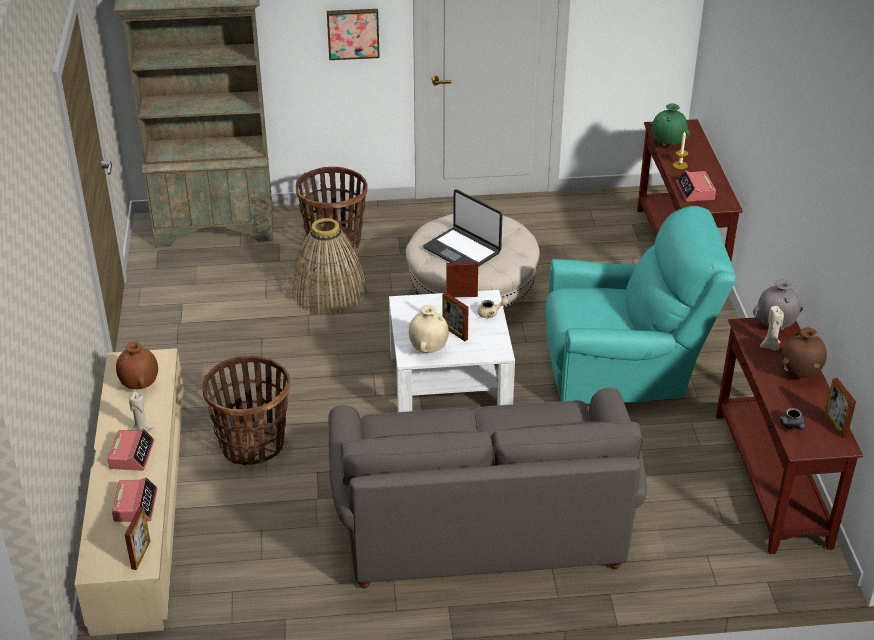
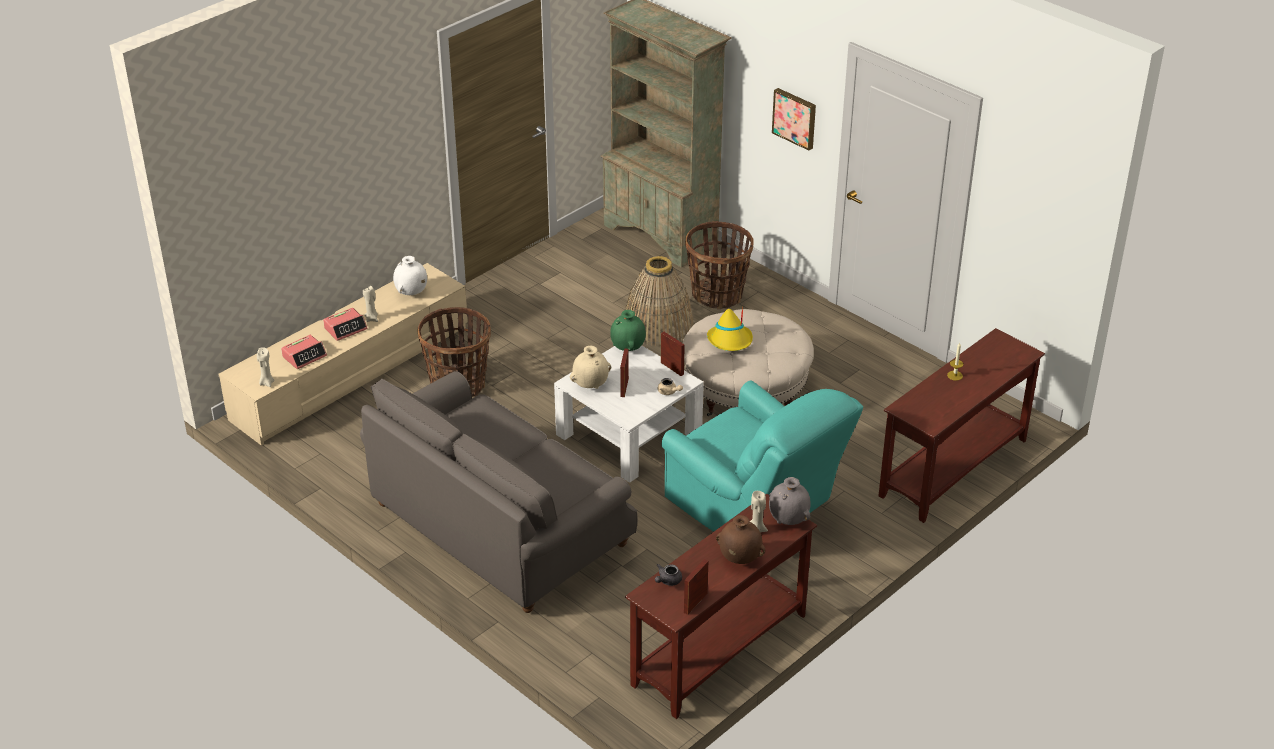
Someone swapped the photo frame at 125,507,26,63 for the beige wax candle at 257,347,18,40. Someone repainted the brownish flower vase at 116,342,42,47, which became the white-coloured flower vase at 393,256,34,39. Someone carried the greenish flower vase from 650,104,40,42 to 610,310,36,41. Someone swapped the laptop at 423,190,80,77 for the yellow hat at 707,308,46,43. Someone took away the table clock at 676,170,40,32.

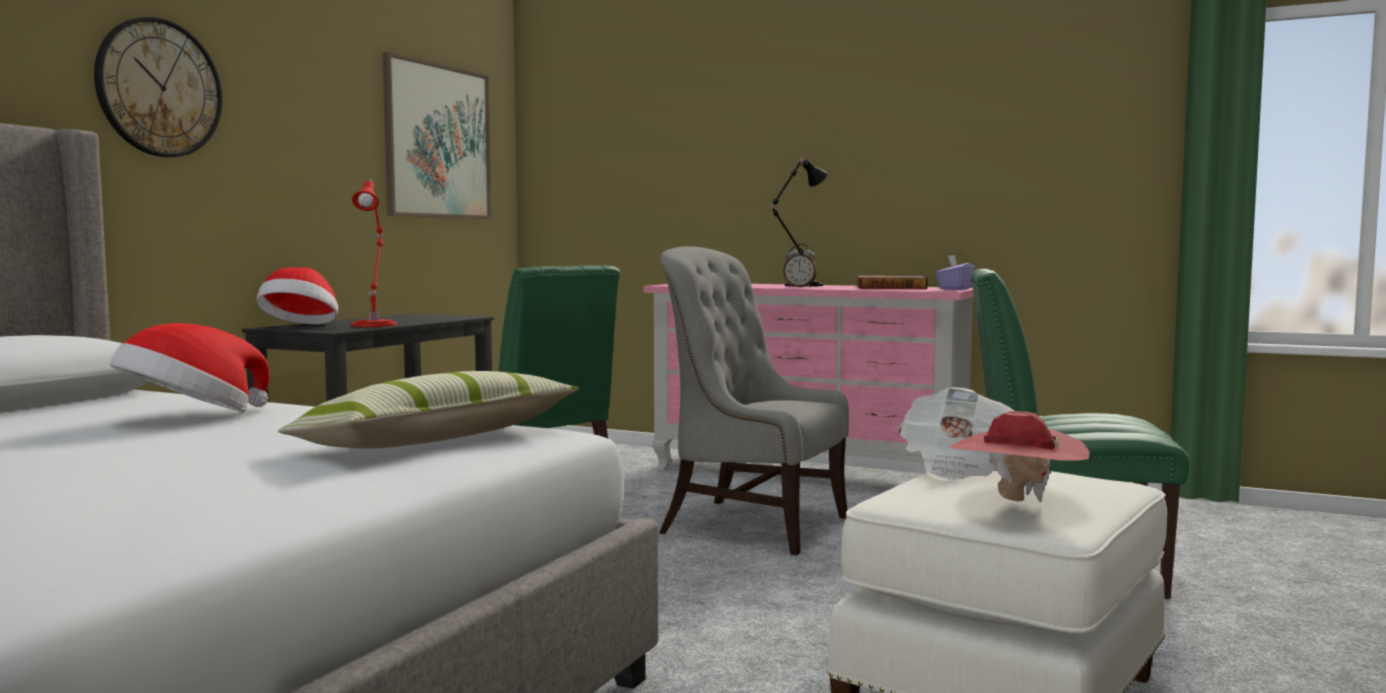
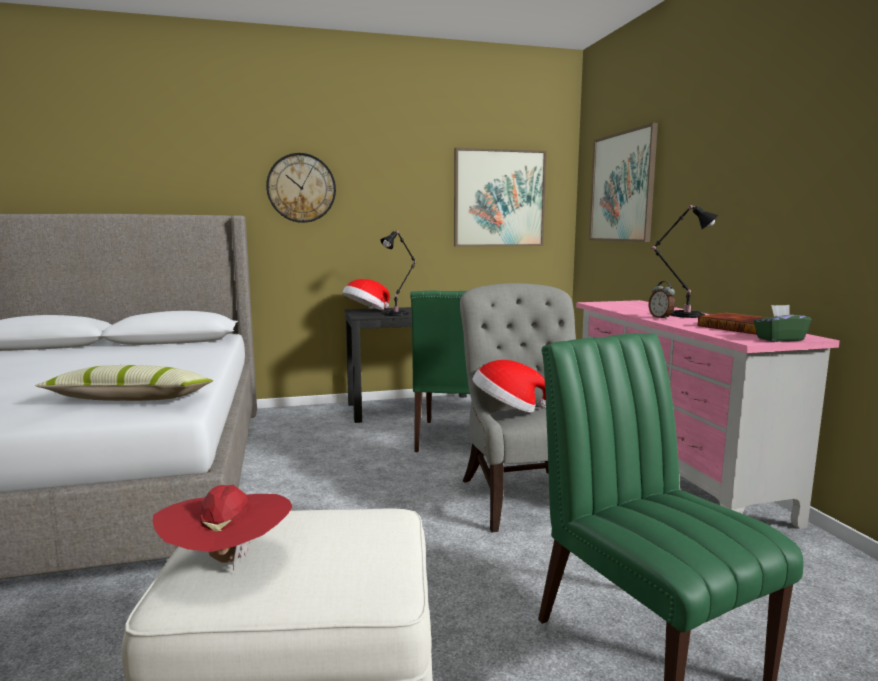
Someone repainted the red-coloured tabletop lamp at 351,180,46,147, which became the black-coloured tabletop lamp at 380,231,36,85. Someone carried the hat from 110,323,160,89 to 473,360,73,53. Someone put up the wall picture at 589,123,69,119. Someone repainted the purple-coloured tissue box at 936,255,38,35, which became the greenish tissue box at 754,305,58,37. Someone took away the daily paper at 898,387,116,94.

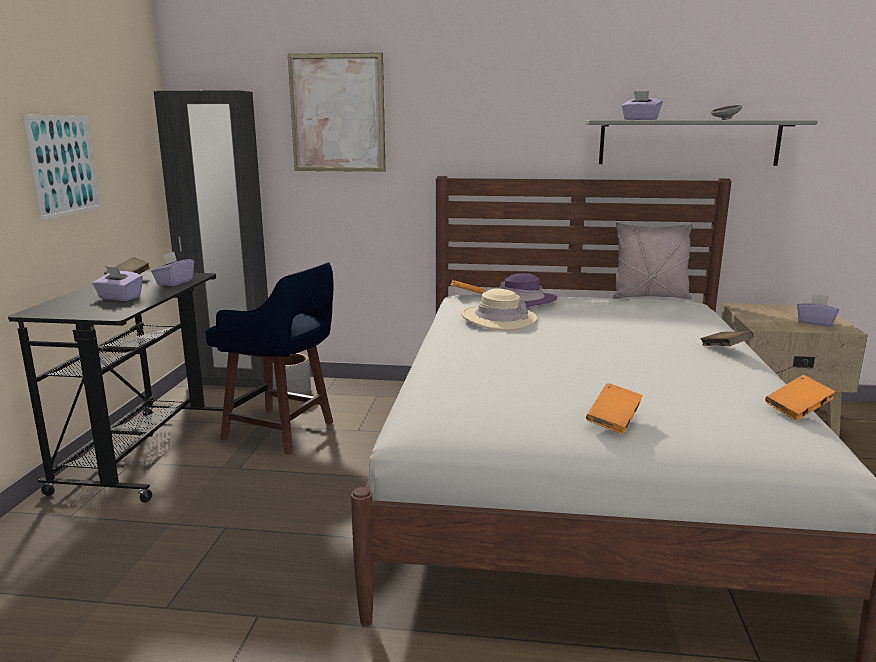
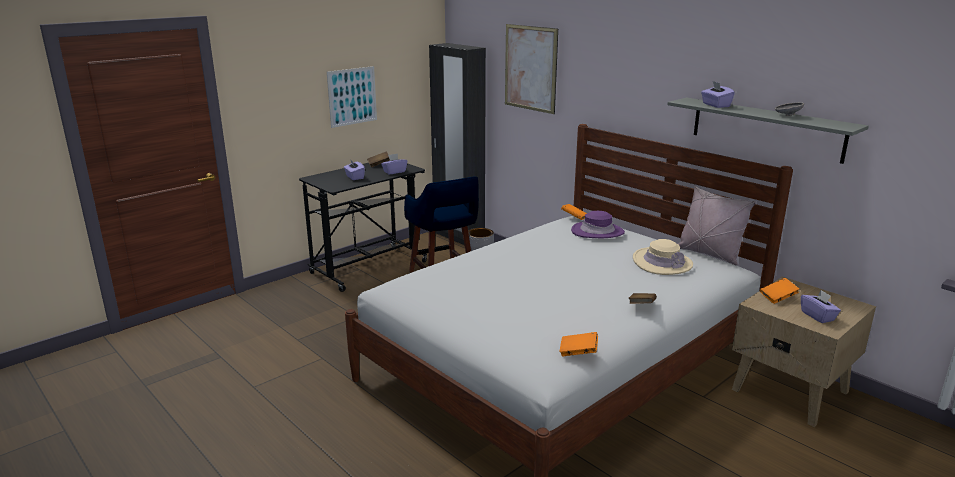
Someone carried the beige hat from 461,289,77,42 to 633,239,60,36. Someone carried the orangey volume from 586,383,57,51 to 760,278,39,26.

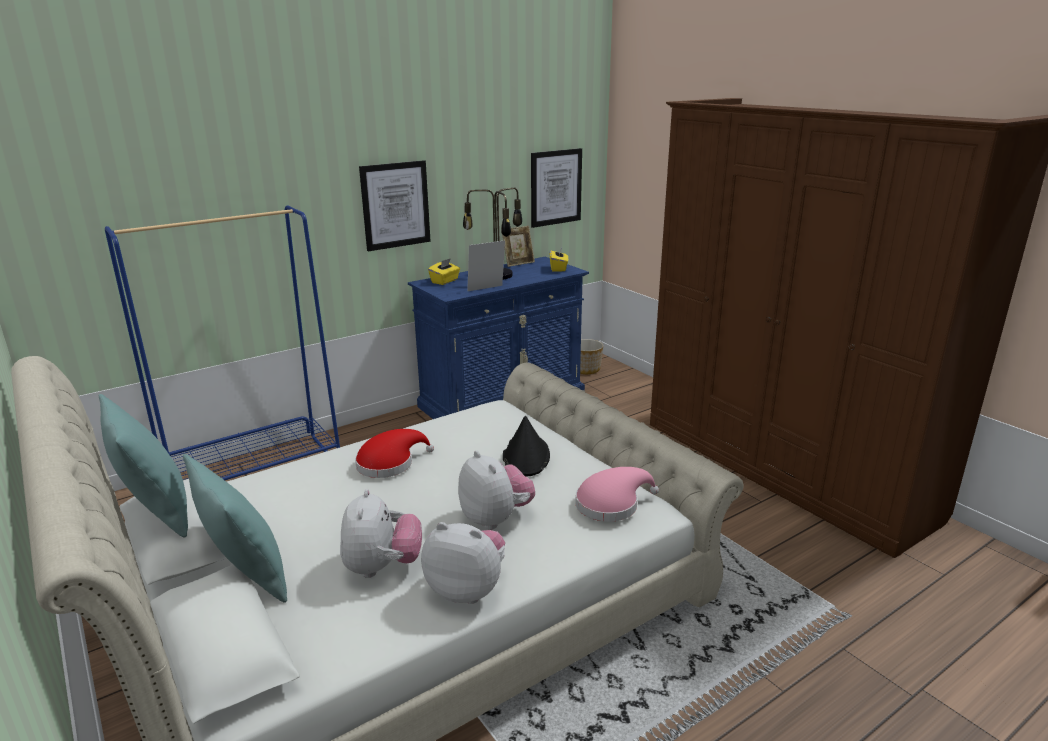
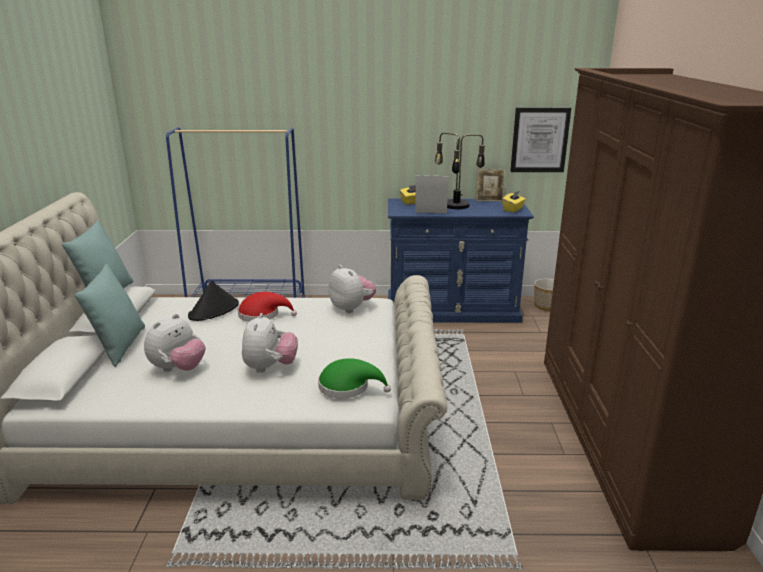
Someone carried the black-coloured hat from 503,416,47,60 to 188,280,51,41. Someone repainted the pink-coloured hat at 575,467,84,55, which became the greenish hat at 318,358,73,41. Someone carried the soft toy from 421,522,84,82 to 329,265,47,48. Someone took away the wall picture at 359,160,71,91.

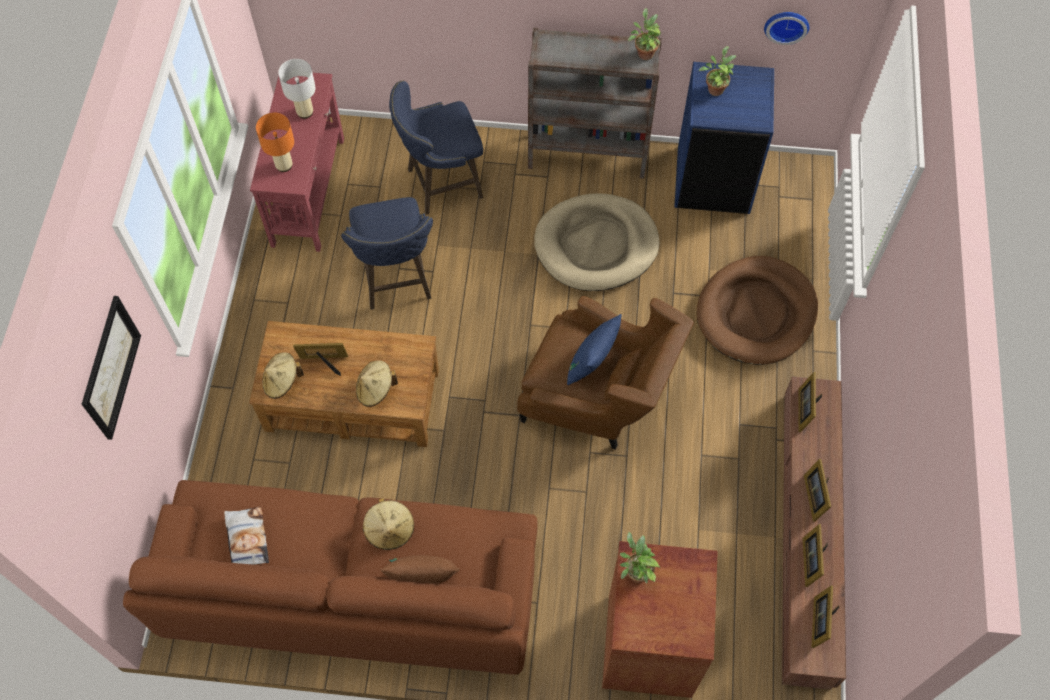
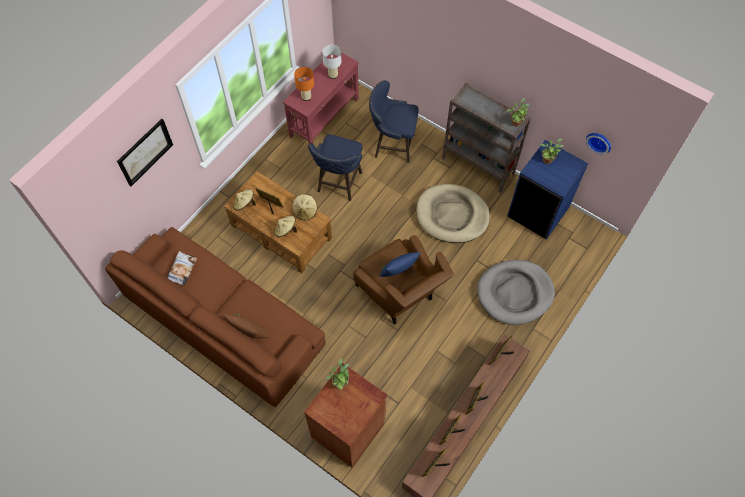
Someone carried the beige hat from 363,498,51,52 to 292,193,25,28. Someone repainted the brownish dog cushion at 697,256,121,109, which became the grey dog cushion at 477,260,78,65.

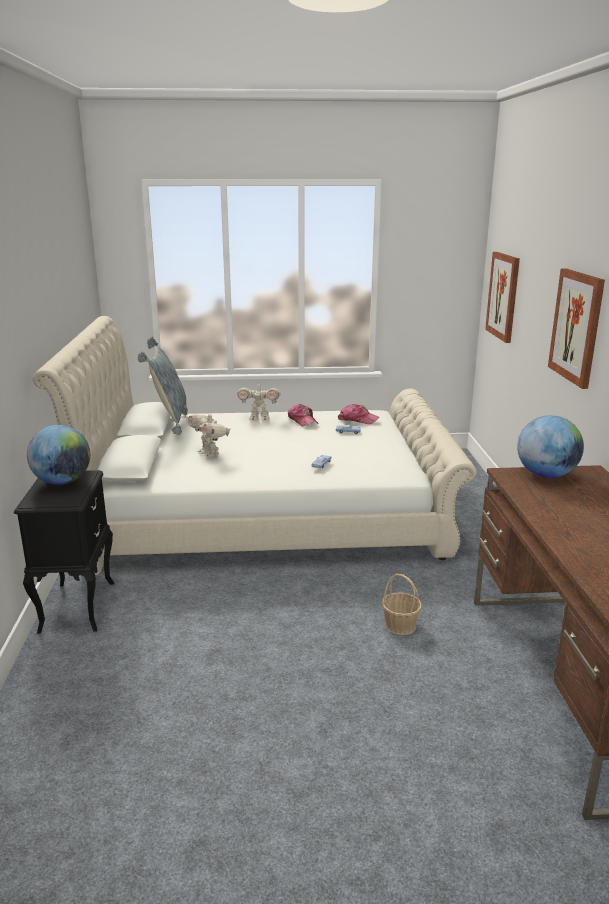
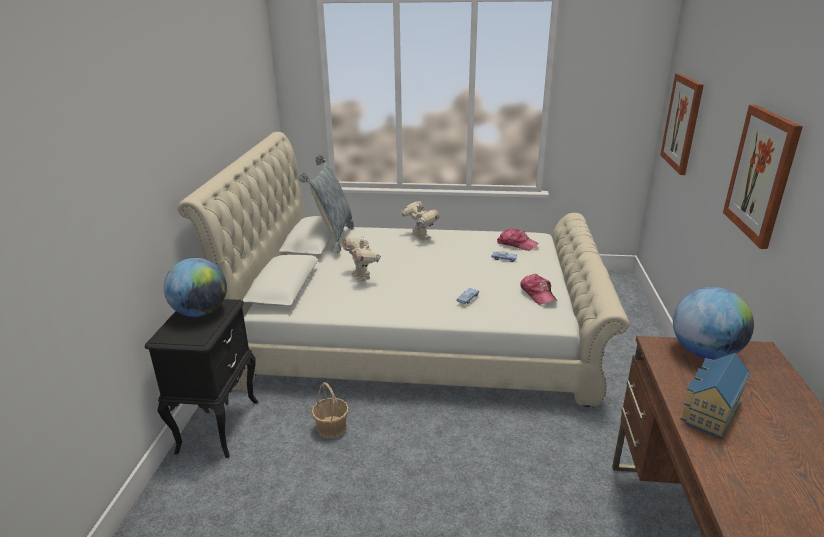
Someone carried the storage basket from 382,574,40,61 to 312,382,37,56. Someone rotated the model robot at 238,382,43,39 by 135 degrees counterclockwise. Someone carried the peaked cap from 288,404,30,22 to 520,274,37,31. Someone put down the miniature house at 680,353,70,86.

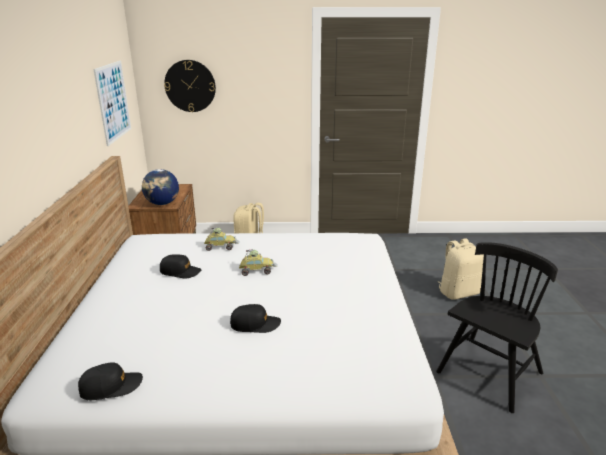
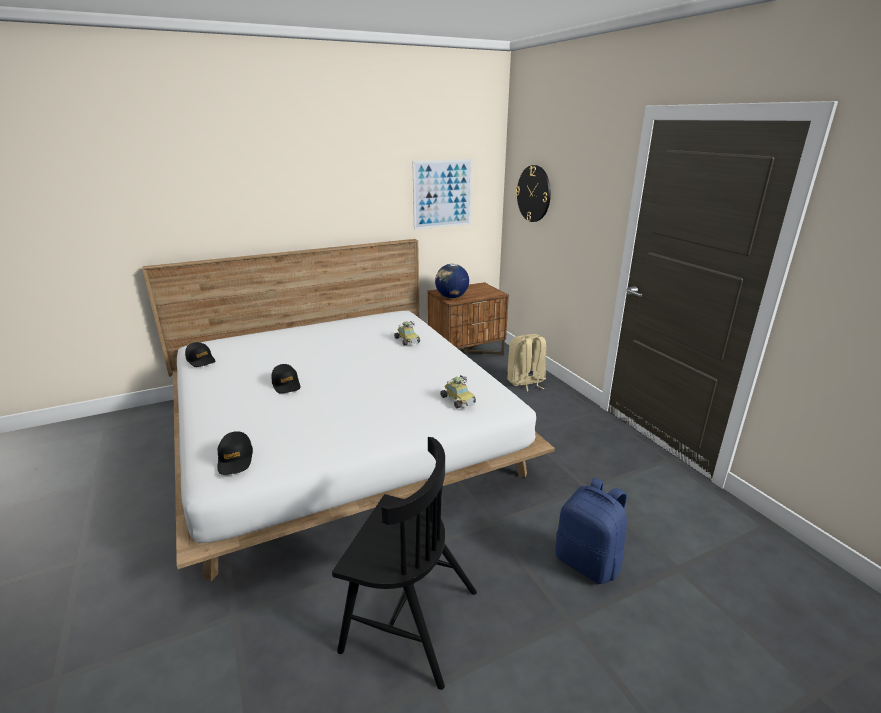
Someone carried the black-coloured peaked cap from 160,254,41,24 to 217,431,36,44. Someone carried the miniature car from 239,249,39,27 to 440,376,36,33. Someone repainted the beige rucksack at 438,238,46,62, which became the bluish rucksack at 555,477,72,107.

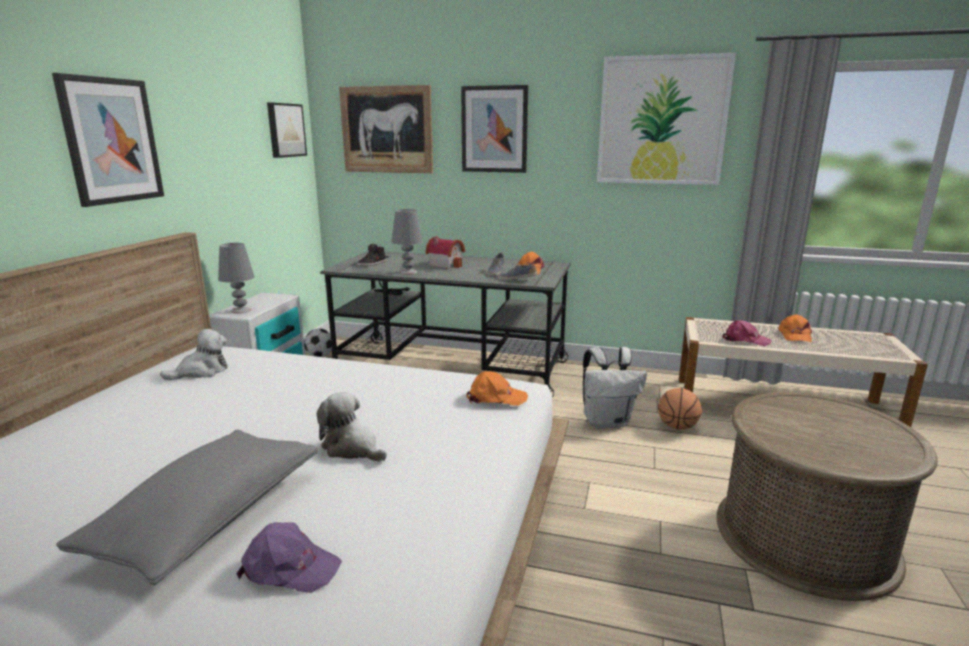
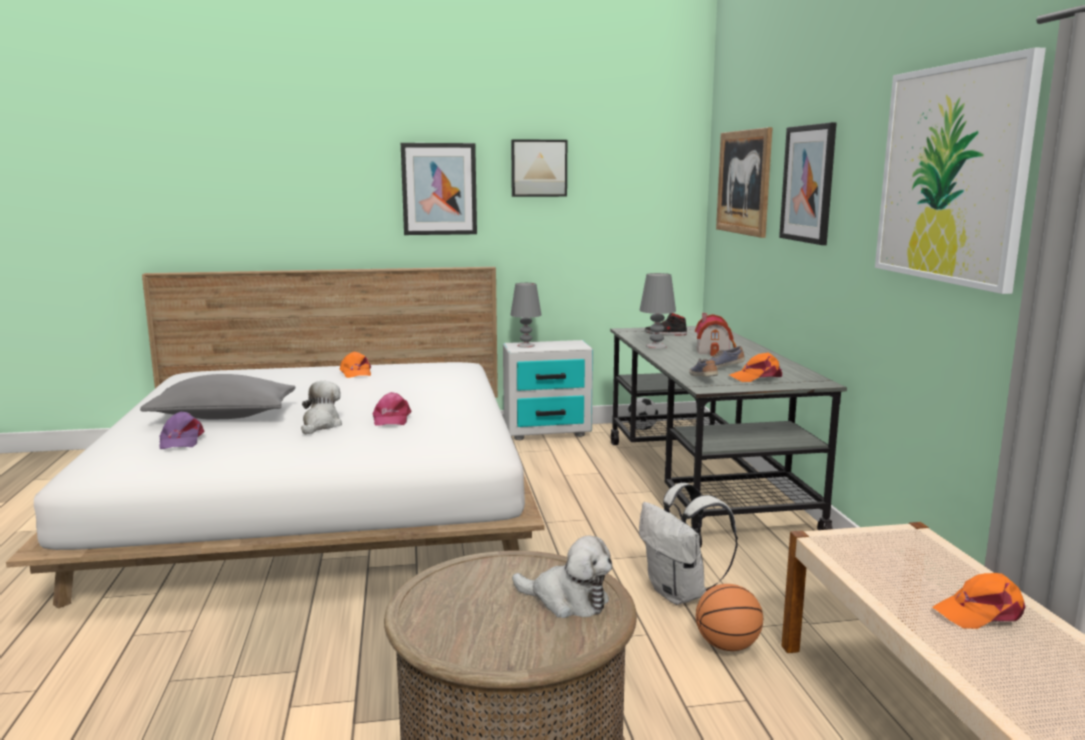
Someone carried the orangey peaked cap from 466,371,62,35 to 339,352,32,26. Someone carried the pink-coloured peaked cap from 722,320,49,26 to 373,392,39,34. Someone carried the wall picture from 267,103,40,55 to 511,139,56,58. Someone carried the soft toy from 160,329,68,51 to 512,535,100,83.

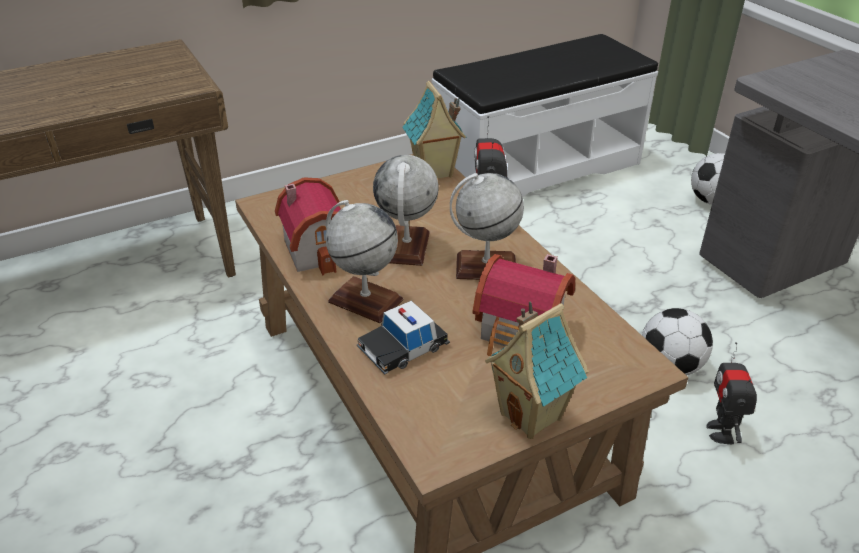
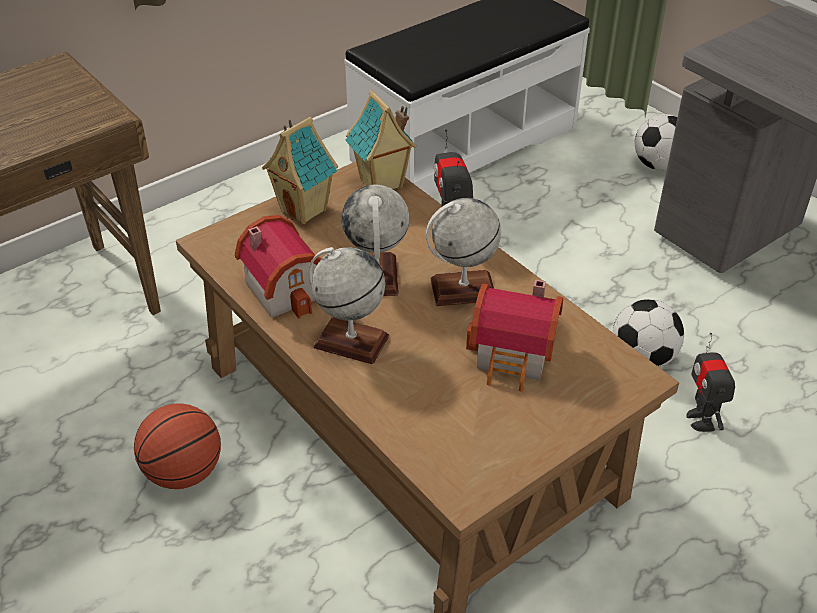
Someone put down the basketball at 134,403,87,86. Someone carried the miniature house from 485,301,104,138 to 262,117,76,107. Someone took away the miniature car at 357,301,93,73.

